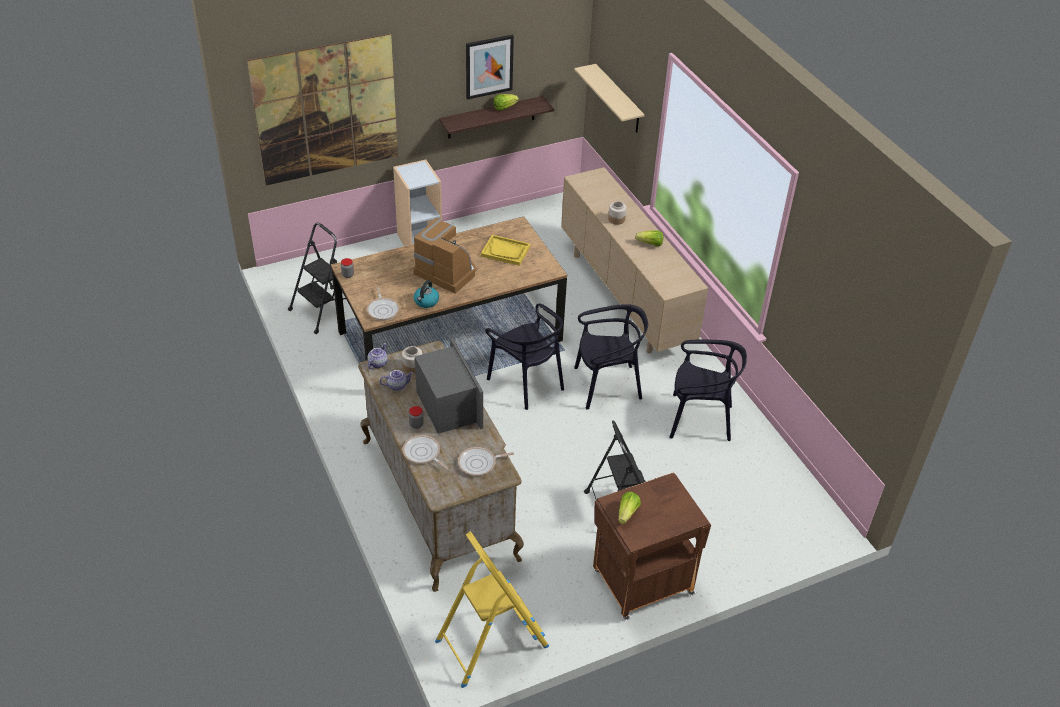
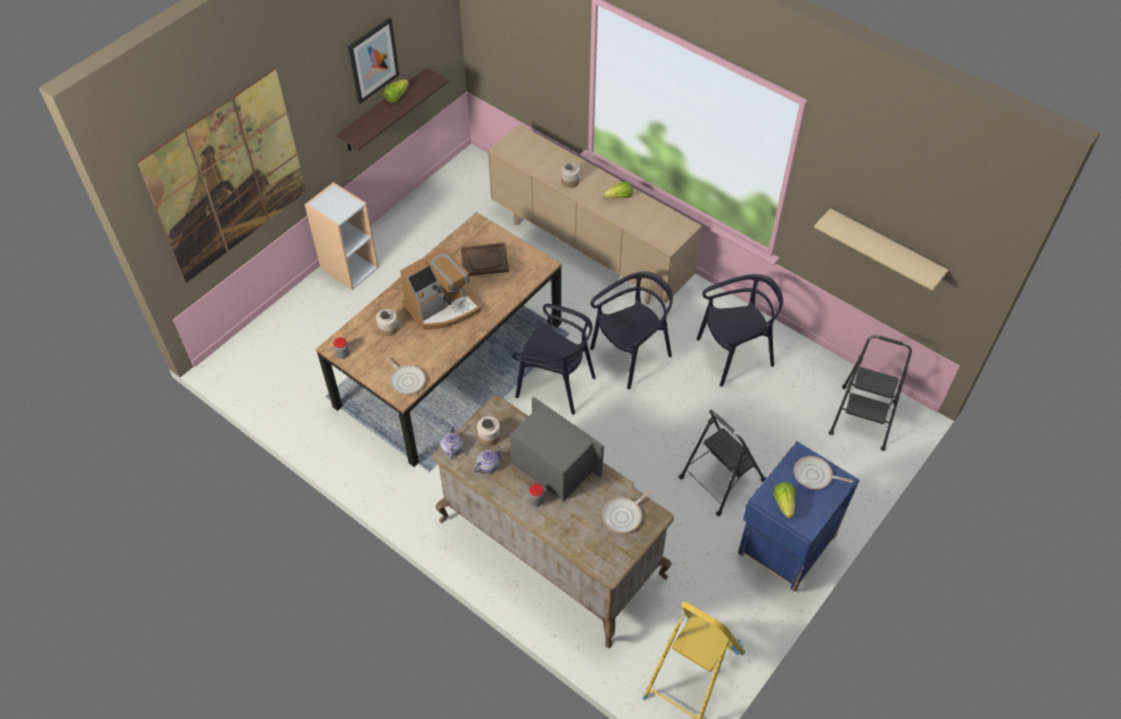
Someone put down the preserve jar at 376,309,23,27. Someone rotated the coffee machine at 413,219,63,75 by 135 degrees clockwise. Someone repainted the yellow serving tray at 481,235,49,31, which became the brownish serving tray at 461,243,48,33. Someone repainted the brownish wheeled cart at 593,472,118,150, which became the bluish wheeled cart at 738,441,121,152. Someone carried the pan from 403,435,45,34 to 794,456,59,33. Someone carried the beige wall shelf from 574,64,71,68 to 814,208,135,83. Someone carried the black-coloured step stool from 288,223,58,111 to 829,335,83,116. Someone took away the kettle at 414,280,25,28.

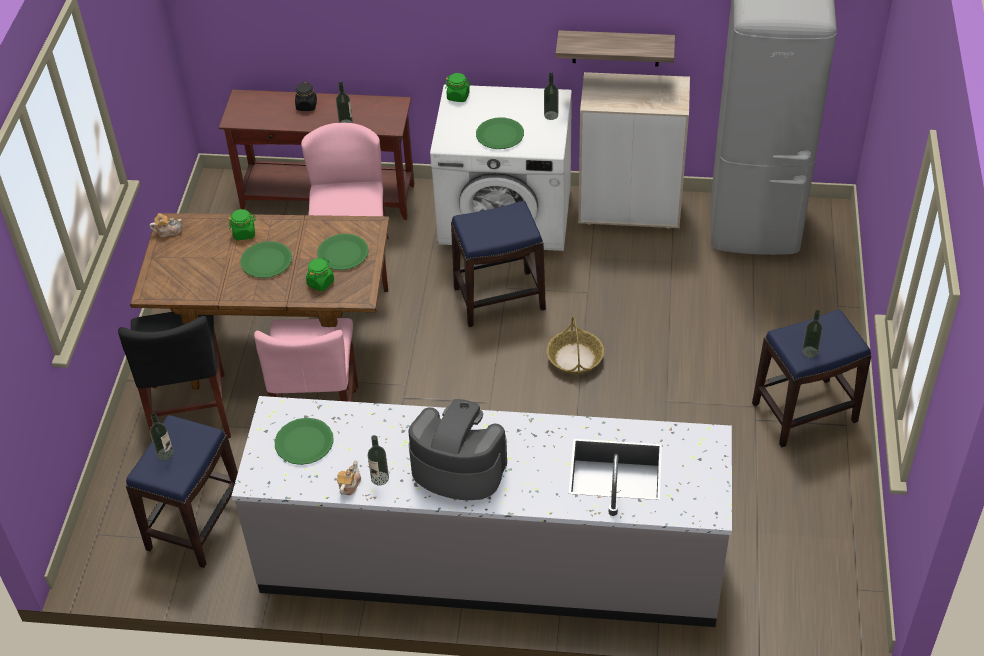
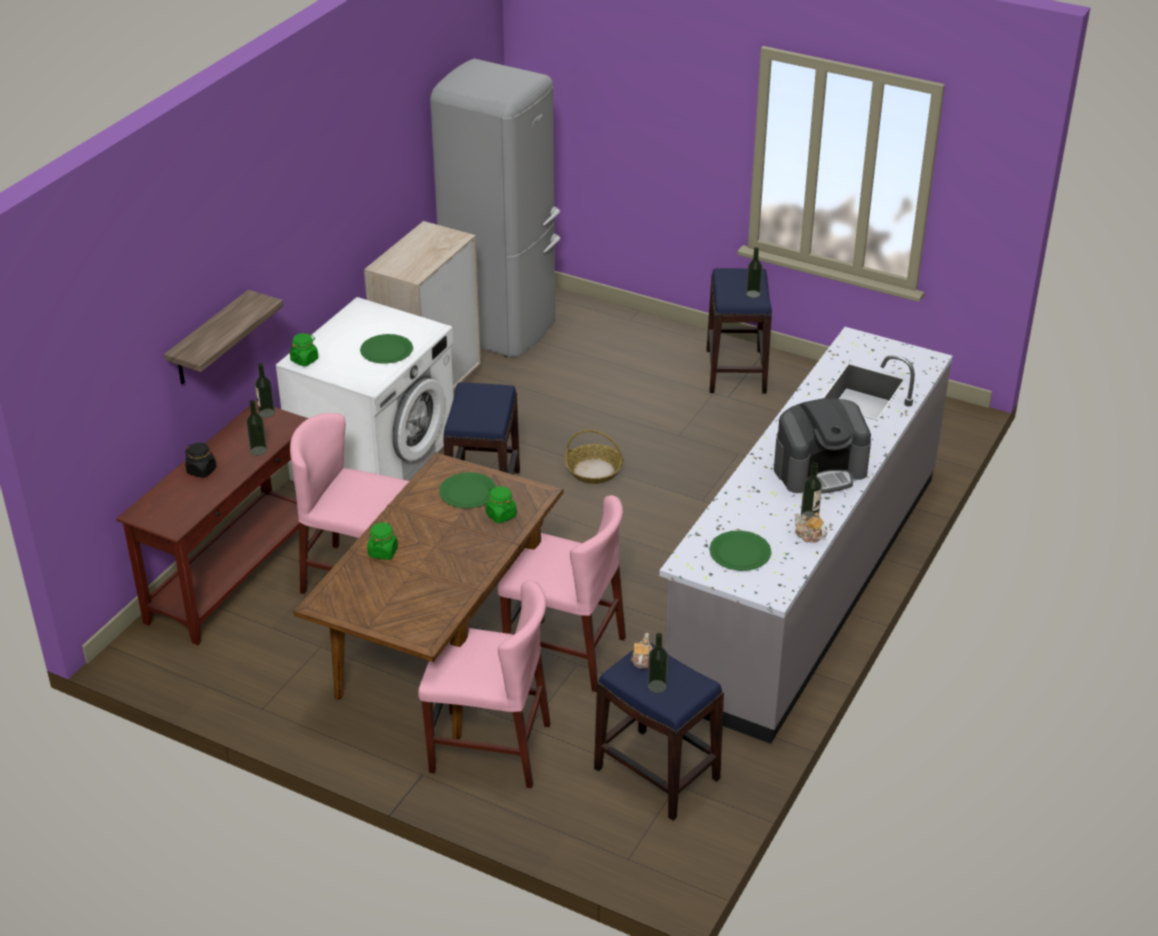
Someone carried the wall shelf from 556,30,119,37 to 164,290,119,94. Someone carried the bottle from 544,72,14,48 to 255,363,20,55. Someone repainted the black-coloured upright chair at 118,312,113,126, which became the pink-coloured upright chair at 418,580,133,208. Someone carried the pot for tea from 150,213,32,24 to 631,633,22,36. Someone rotated the coffee machine at 408,399,99,101 by 150 degrees counterclockwise. Someone took away the greenish plate at 240,241,52,37.

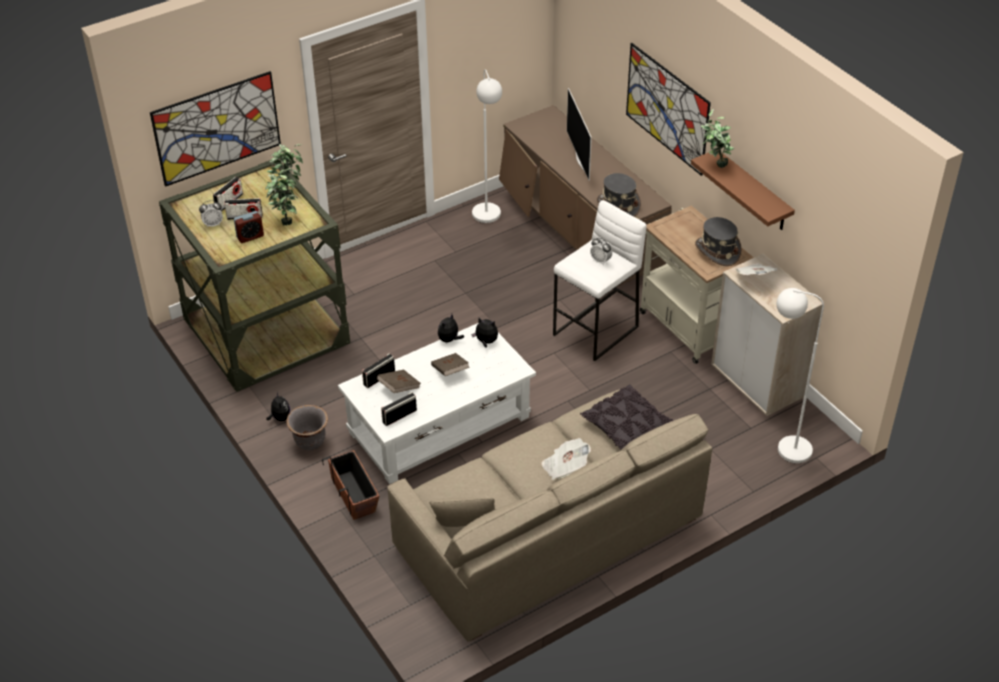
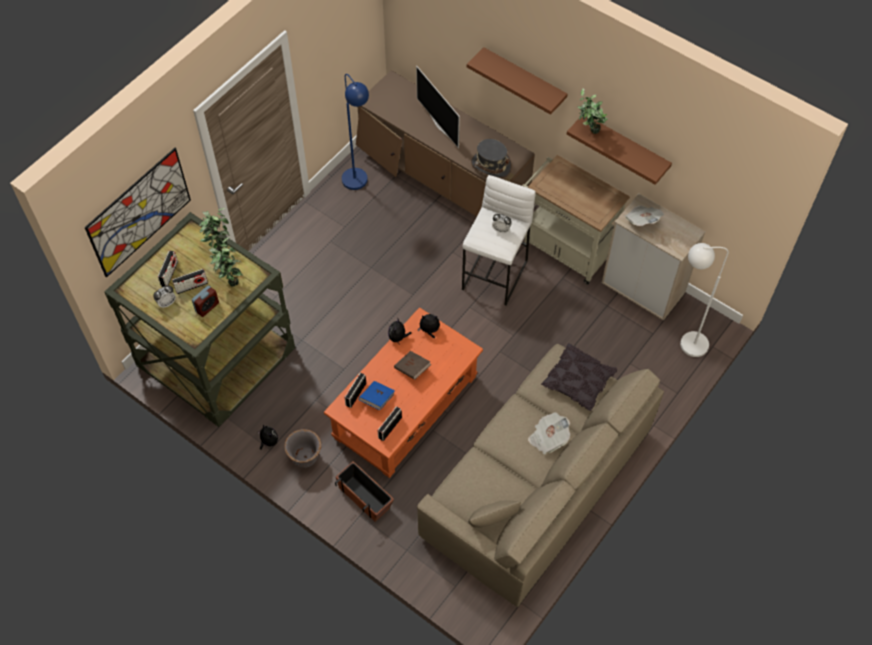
Someone repainted the white-coloured coffee table at 338,323,198,161, which became the orangey coffee table at 324,307,159,171. Someone repainted the white-coloured standing lamp at 472,69,30,154, which became the bluish standing lamp at 342,74,27,116. Someone repainted the brownish volume at 377,370,44,23, which became the bluish volume at 359,381,36,29. Someone swapped the wall picture at 626,43,85,133 for the brownish wall shelf at 467,47,101,68. Someone took away the grey hat at 695,217,47,49.

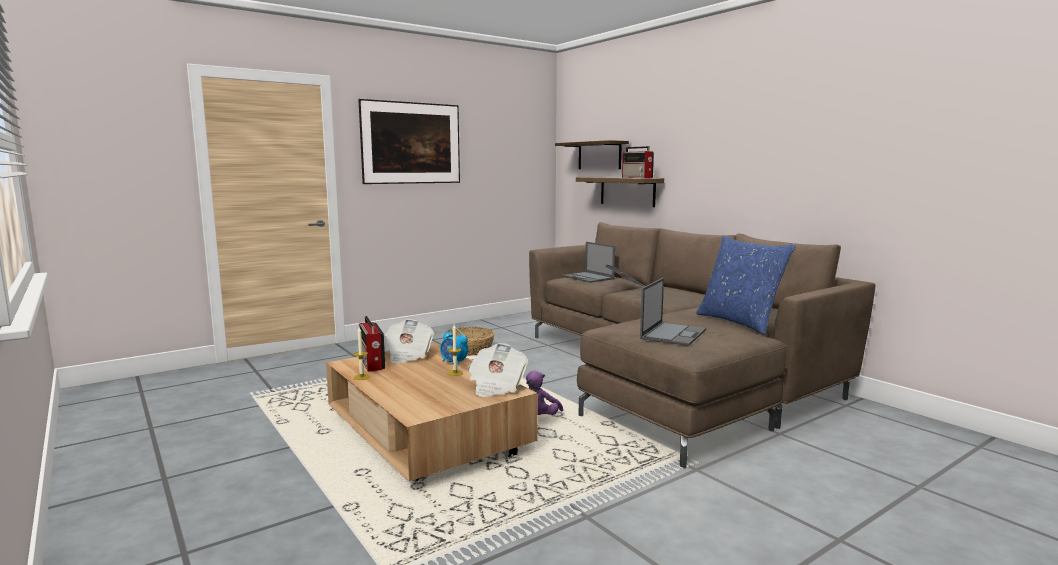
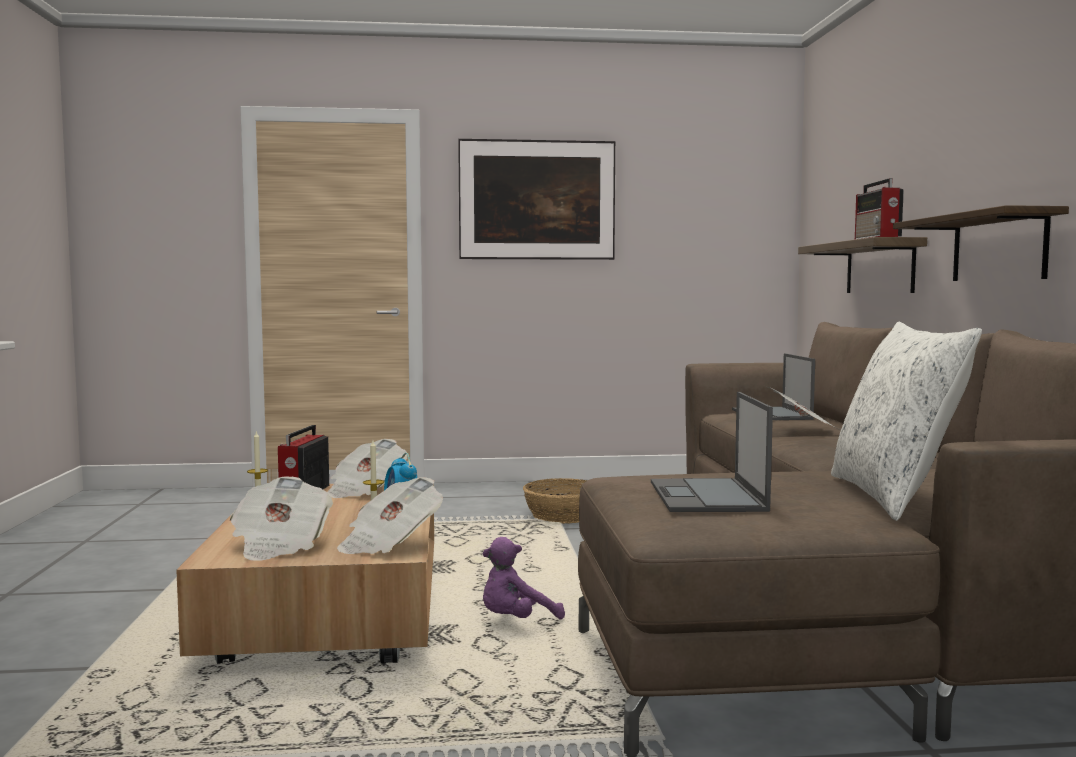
Someone put down the daily paper at 230,476,103,85. Someone rotated the laptop at 640,278,66,68 by 120 degrees clockwise. Someone repainted the bluish cushion at 696,236,99,99, which became the white-coloured cushion at 831,322,151,199. Someone carried the wall shelf from 555,140,74,29 to 893,205,176,76.

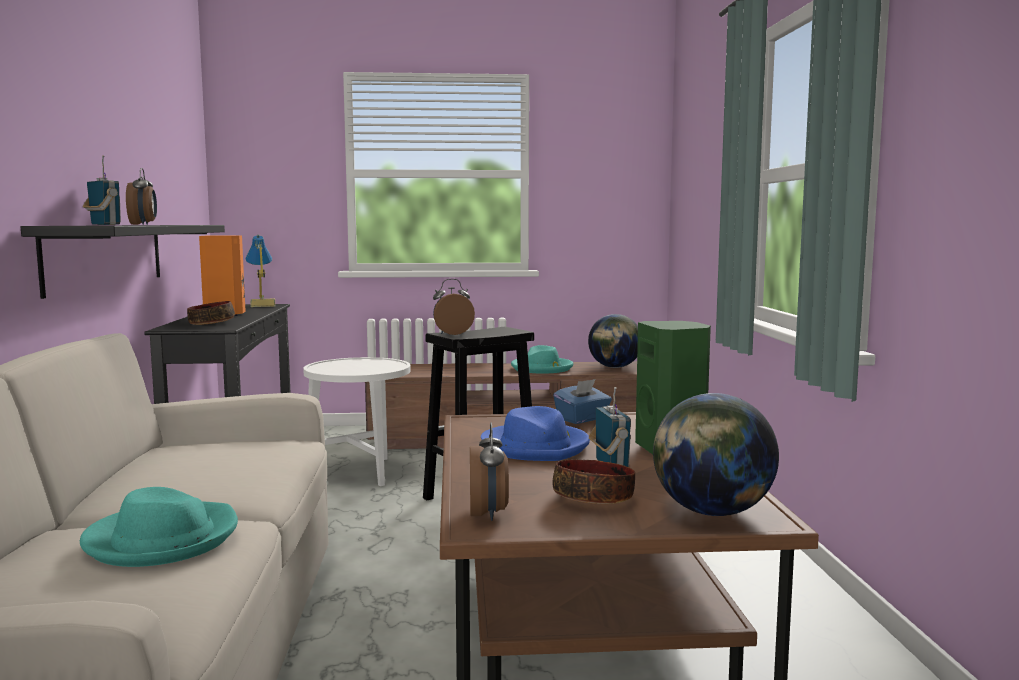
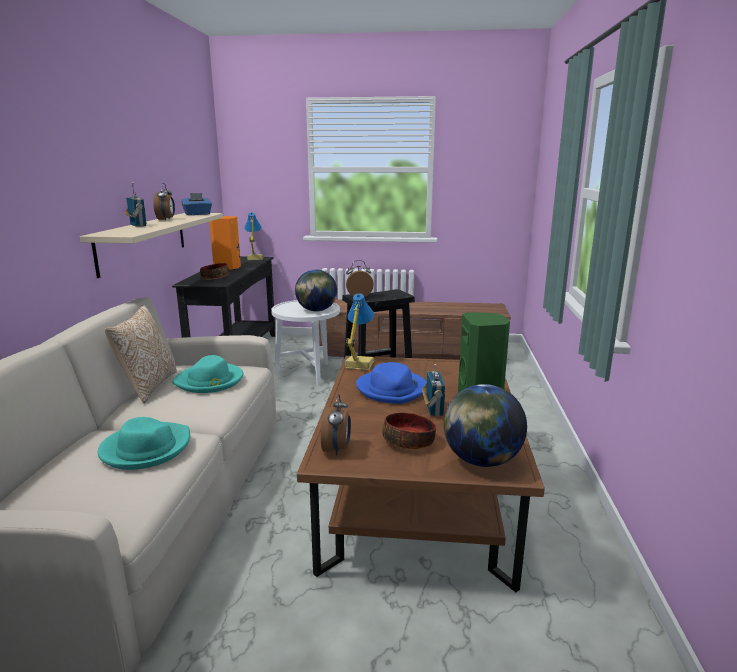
Someone repainted the black-coloured wall shelf at 21,225,204,74, which became the beige wall shelf at 80,213,143,65. Someone put down the cushion at 105,305,72,98. Someone carried the blue-green hat from 511,345,62,29 to 172,355,71,38. Someone carried the bluish tissue box from 553,379,59,45 to 181,193,31,22. Someone carried the desk globe from 588,314,50,54 to 295,269,42,42. Someone put down the tabletop lamp at 345,293,29,77.

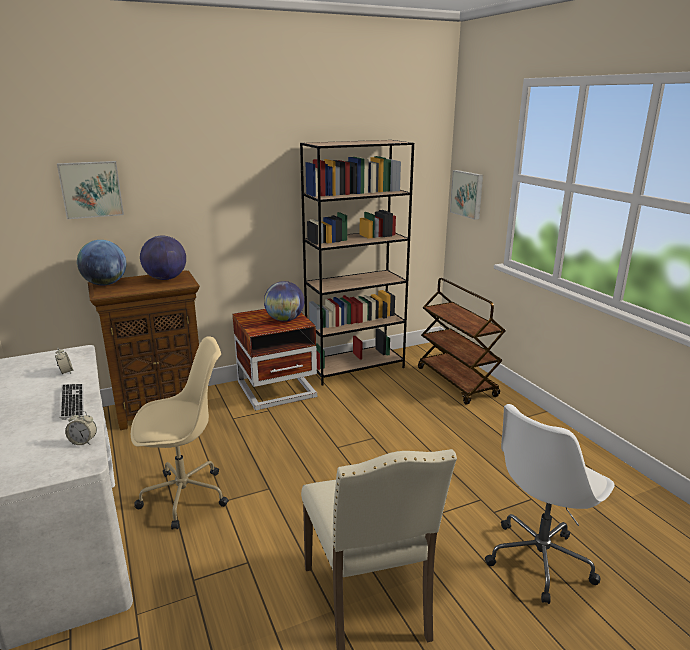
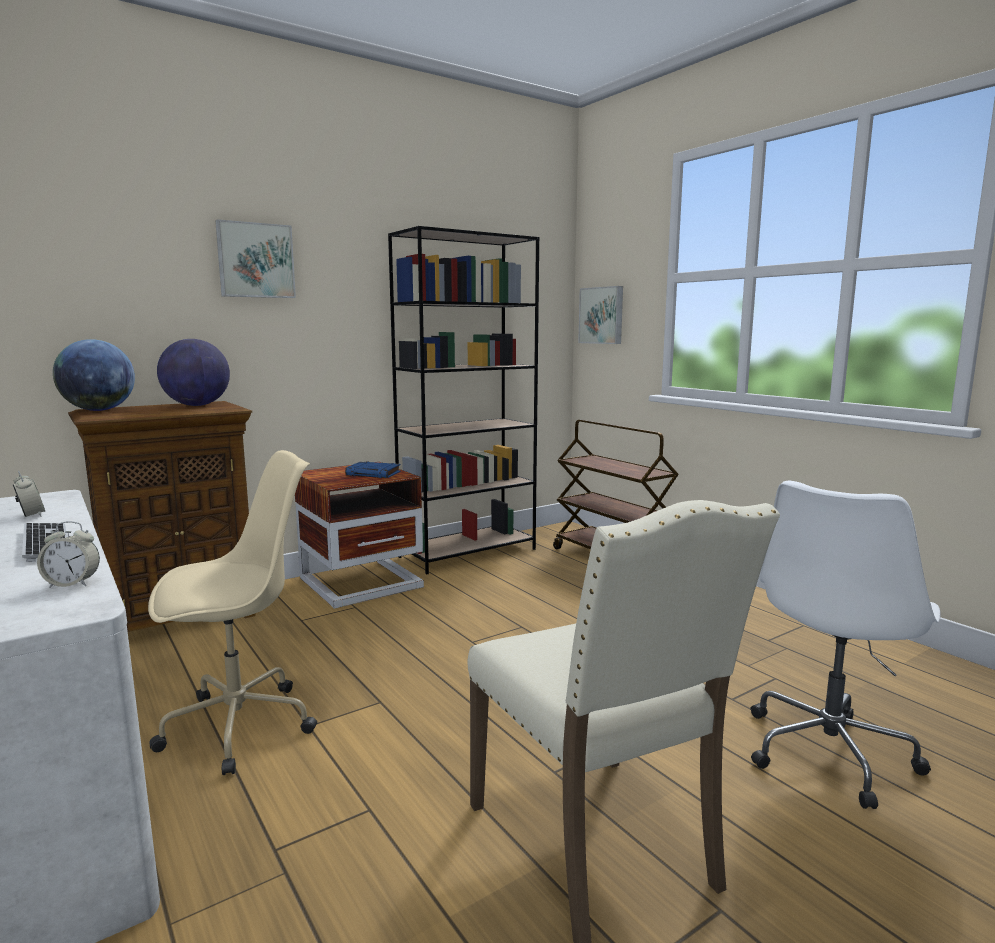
Someone carried the wall picture from 57,161,67,58 to 215,219,81,79. Someone swapped the desk globe at 264,281,40,41 for the bluish volume at 345,462,56,16.

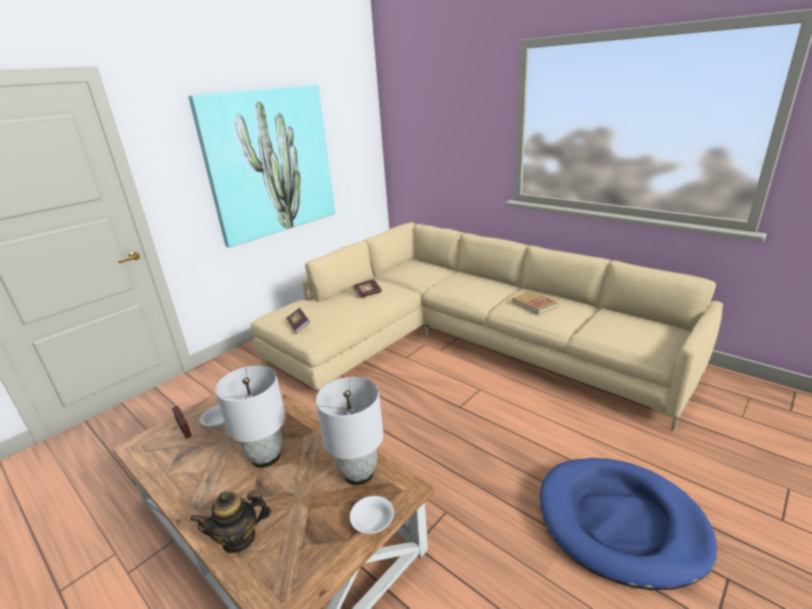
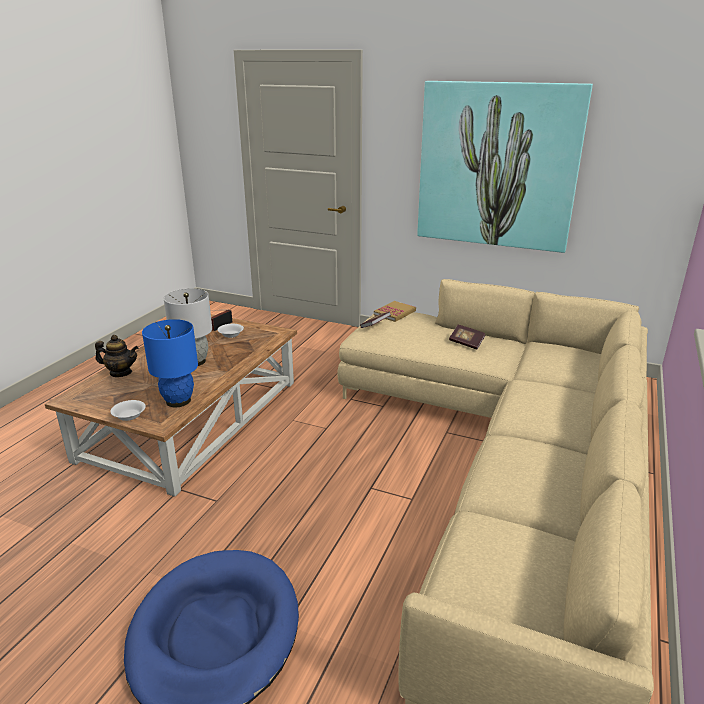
Someone rotated the pot for tea at 190,490,81,63 by 135 degrees clockwise. Someone repainted the white-coloured tabletop lamp at 315,377,68,108, which became the bluish tabletop lamp at 142,319,56,88. Someone carried the volume from 512,291,46,24 to 374,301,42,21.

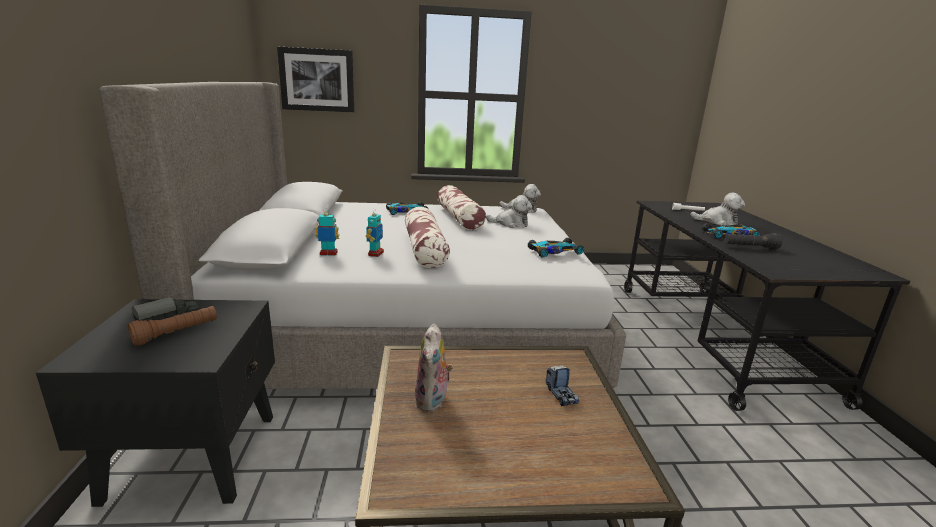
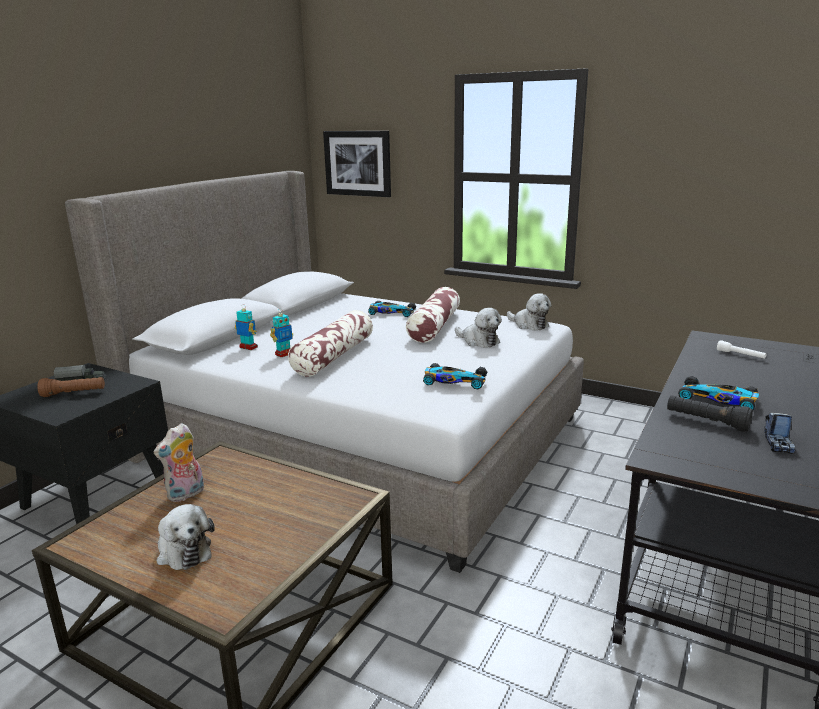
Someone carried the soft toy from 690,193,55,33 to 157,504,58,66. Someone carried the model truck from 546,365,33,41 to 764,413,31,41.

